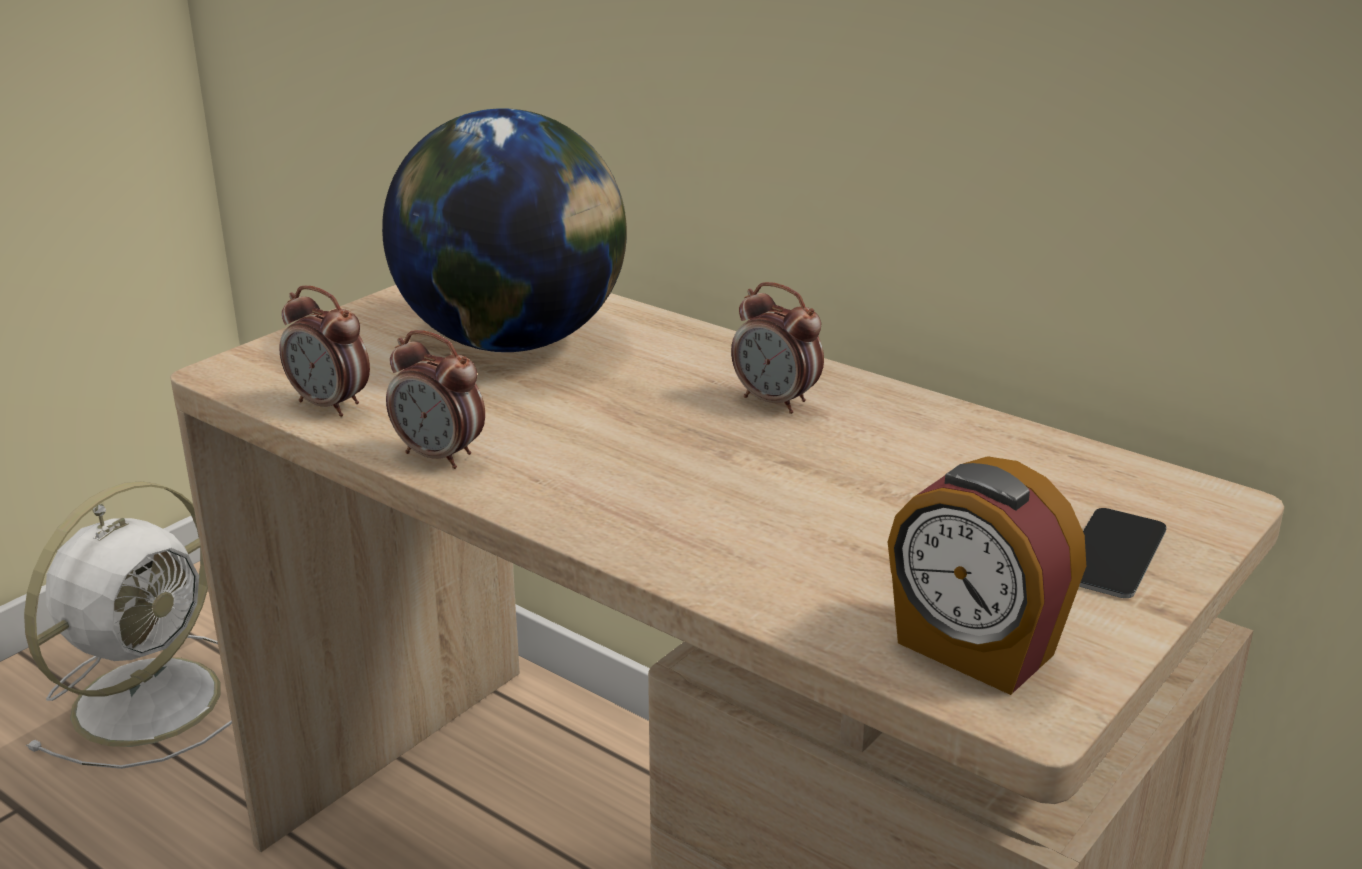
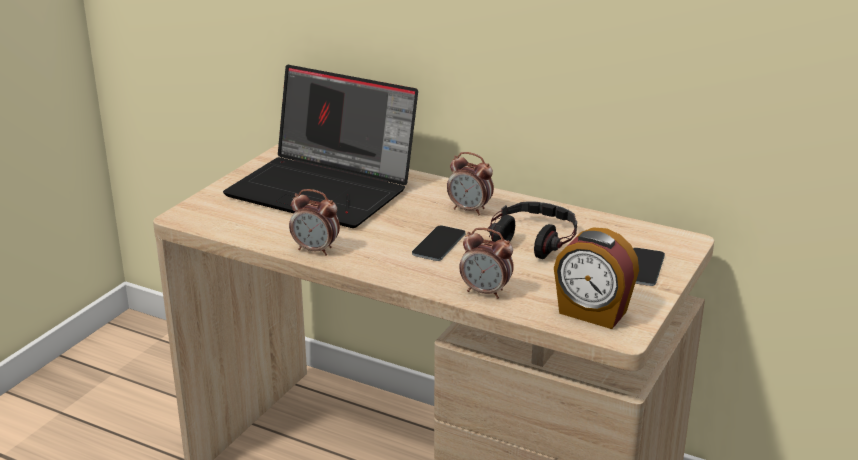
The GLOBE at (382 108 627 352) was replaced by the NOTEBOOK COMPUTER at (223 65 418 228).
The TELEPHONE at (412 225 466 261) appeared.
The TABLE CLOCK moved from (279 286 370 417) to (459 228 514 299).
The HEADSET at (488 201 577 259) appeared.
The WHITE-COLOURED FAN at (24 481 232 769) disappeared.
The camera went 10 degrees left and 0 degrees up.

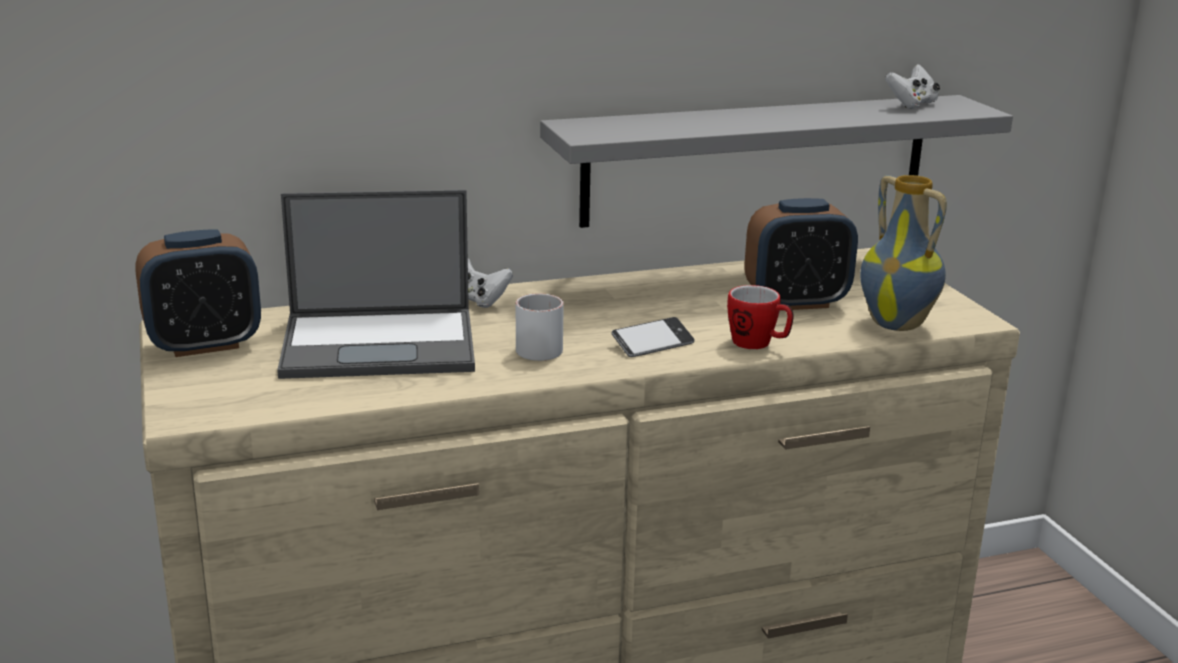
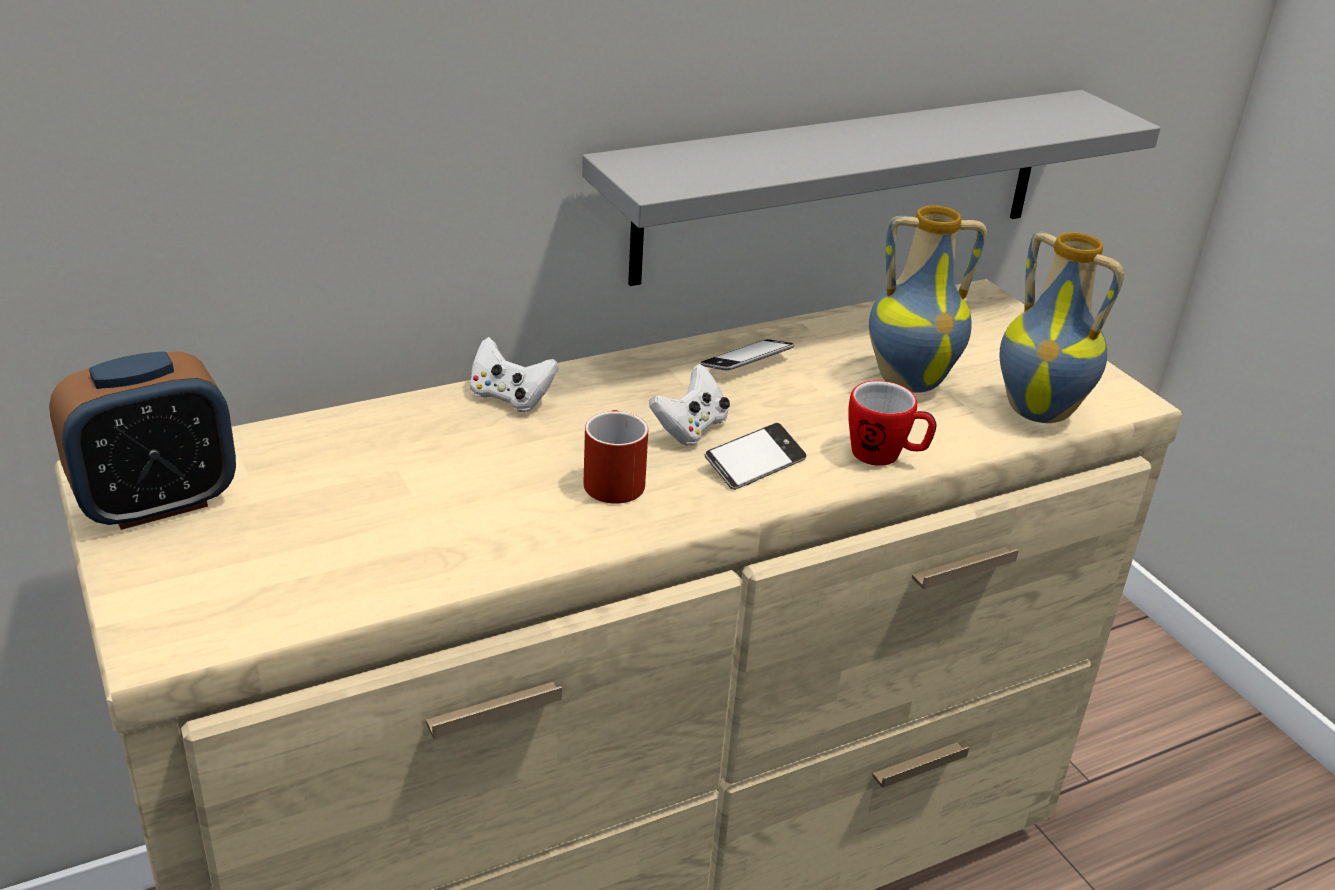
The WHITE-COLOURED COFFEE MUG at (516 293 564 361) became the REDDISH COFFEE MUG at (583 410 648 504).
The WHITE-COLOURED GAME CONTROLLER moved from (885 64 940 109) to (649 364 730 445).
The TELEPHONE at (701 339 794 371) appeared.
The TABLE CLOCK at (744 198 858 311) was replaced by the VASE at (869 205 987 393).
The NOTEBOOK COMPUTER at (277 190 475 379) disappeared.
The camera went 10 degrees left and 10 degrees up.

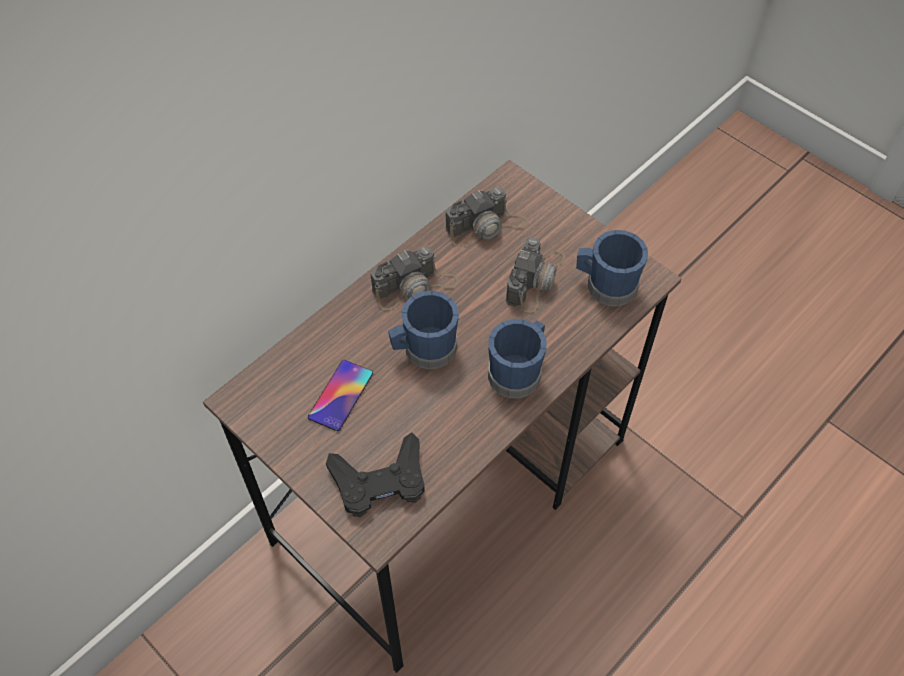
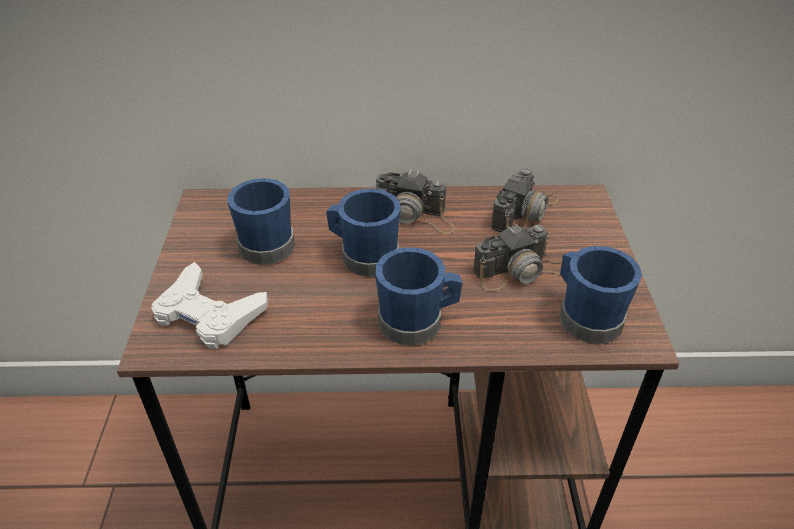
The BLACK-COLOURED GAME CONTROLLER at (326 432 425 517) became the WHITE-COLOURED GAME CONTROLLER at (151 262 268 349).
The TELEPHONE at (308 360 373 431) was replaced by the BLUE-COLOURED COFFEE MUG at (228 178 295 265).
The PHOTO CAMERA at (446 188 529 248) turned 75 degrees counterclockwise.
The camera went 45 degrees right and 15 degrees down.

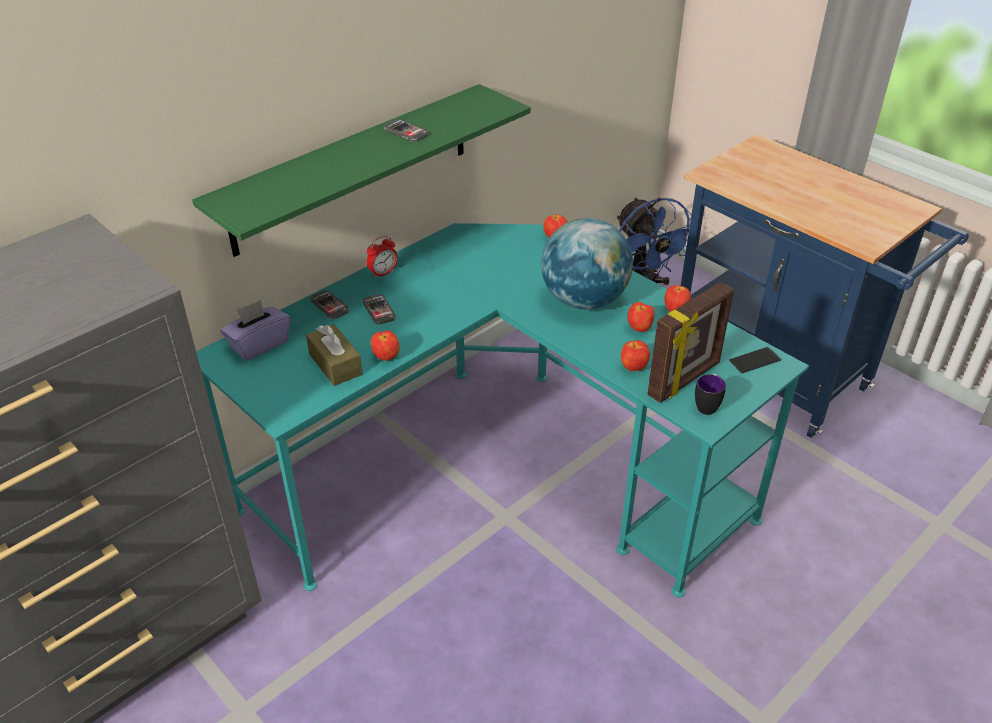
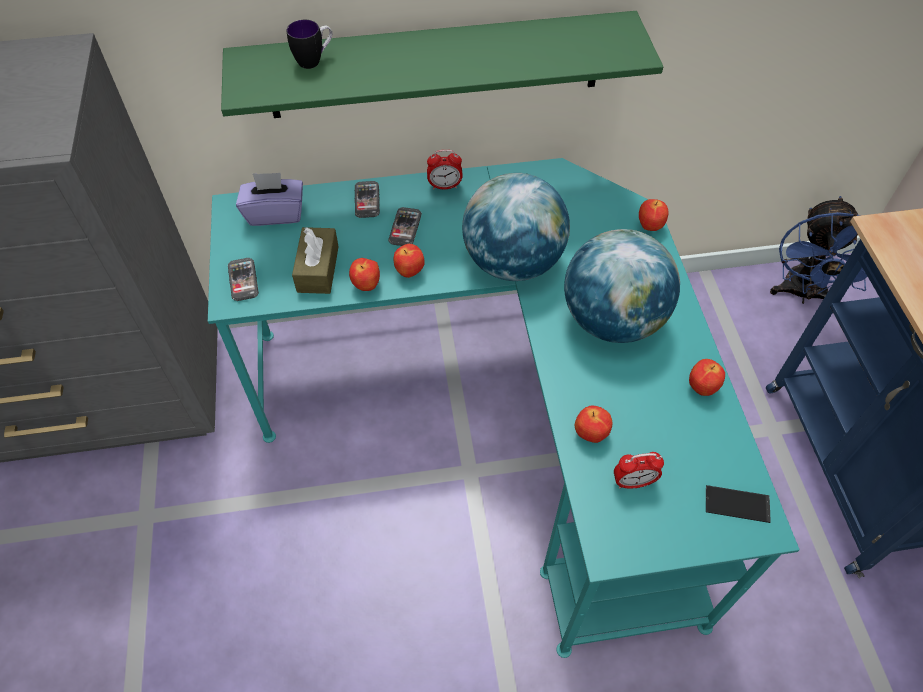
The TELEPHONE moved from (384 119 429 142) to (228 258 259 301).
The COFFEE MUG moved from (695 374 726 415) to (286 20 332 69).
The WHOLE APPLE moved from (628 302 654 332) to (393 244 424 278).
The GLOBE at (462 173 570 281) appeared.
The PICTURE FRAME at (647 282 734 403) was replaced by the TABLE CLOCK at (614 452 664 488).
The camera went 35 degrees right and 15 degrees up.

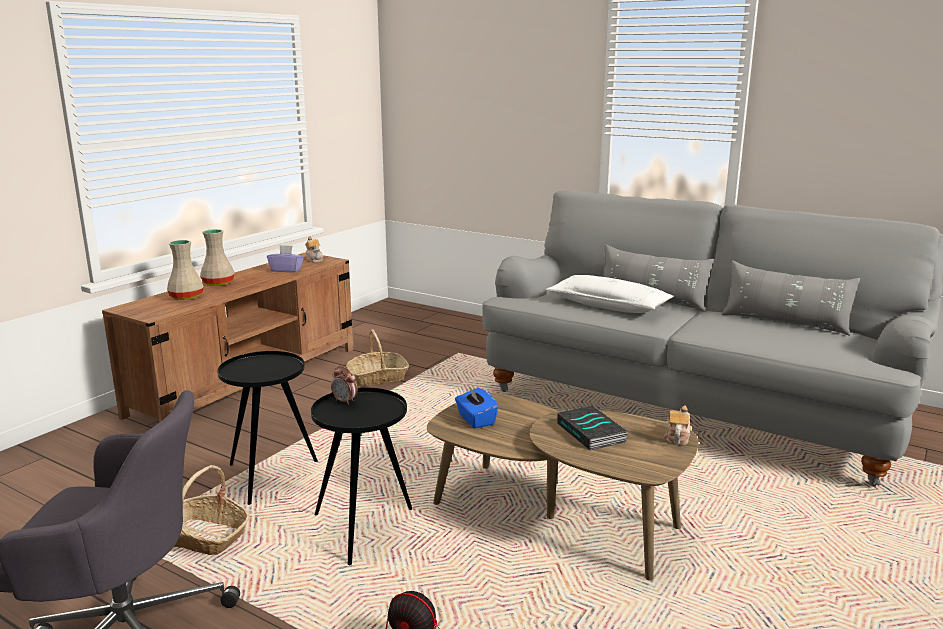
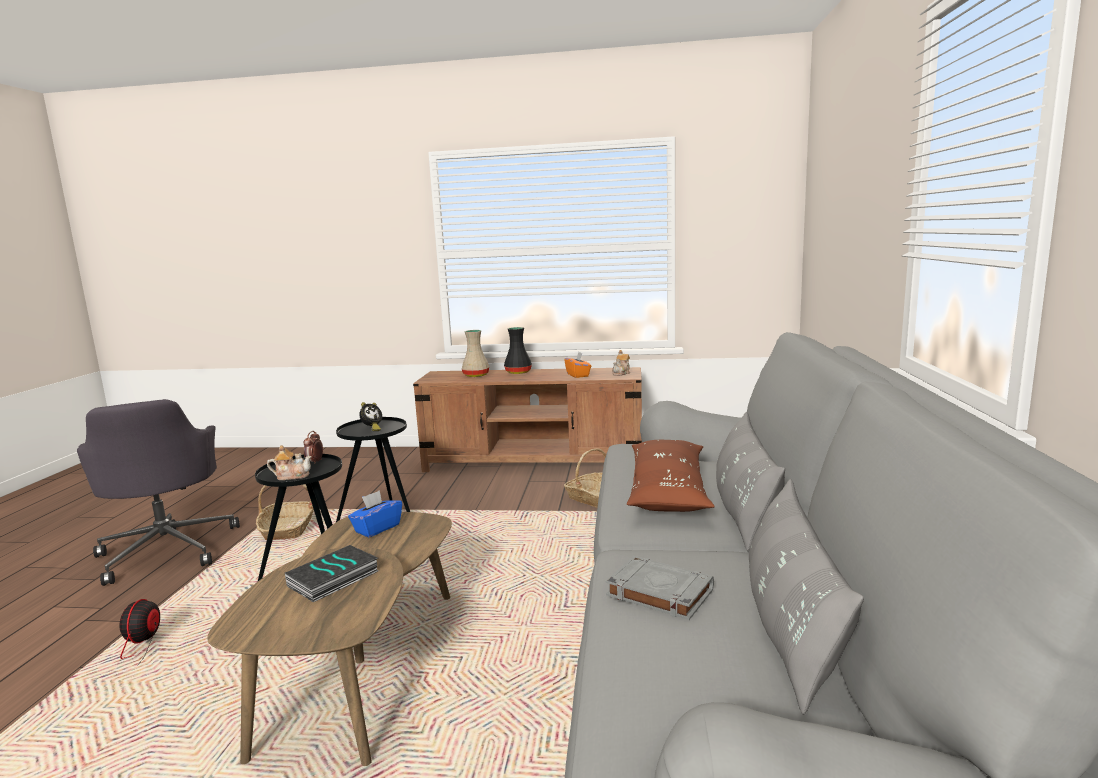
The TEA POT moved from (664 406 691 446) to (267 445 312 480).
The TABLE CLOCK at (359 402 382 431) appeared.
The SAND-COLOURED VASE at (200 229 235 286) became the BLACK-COLOURED VASE at (504 327 532 374).
The PURPLE-COLOURED BOX OF TISSUES at (267 245 304 272) became the ORANGEY BOX OF TISSUES at (564 352 591 378).
The GREYISH BOUND BOOK at (606 556 714 620) appeared.
The WHITE-COLOURED THROW PILLOW at (546 275 674 313) became the BROWN THROW PILLOW at (627 440 715 512).
The camera went 65 degrees right and 5 degrees down.

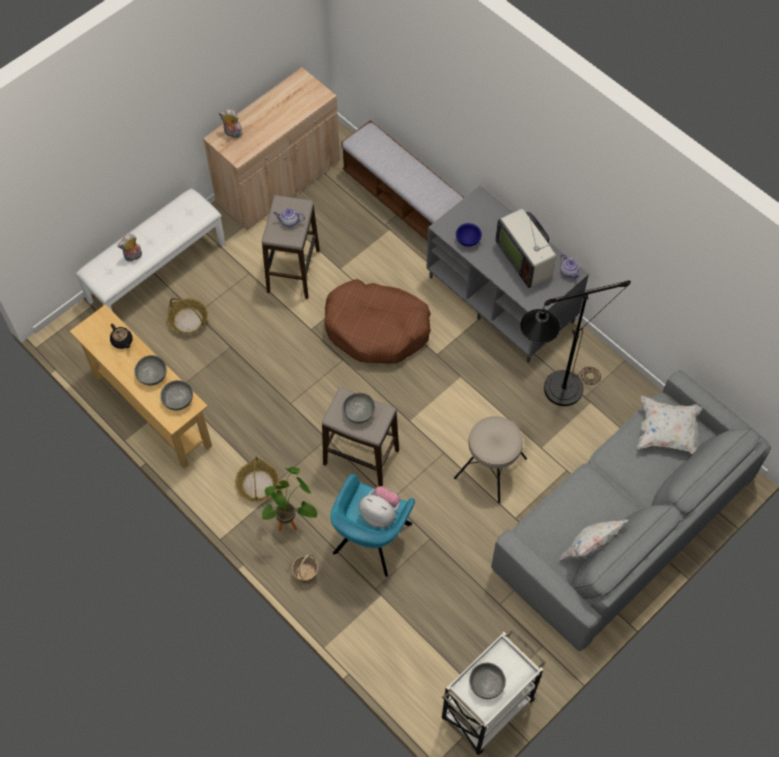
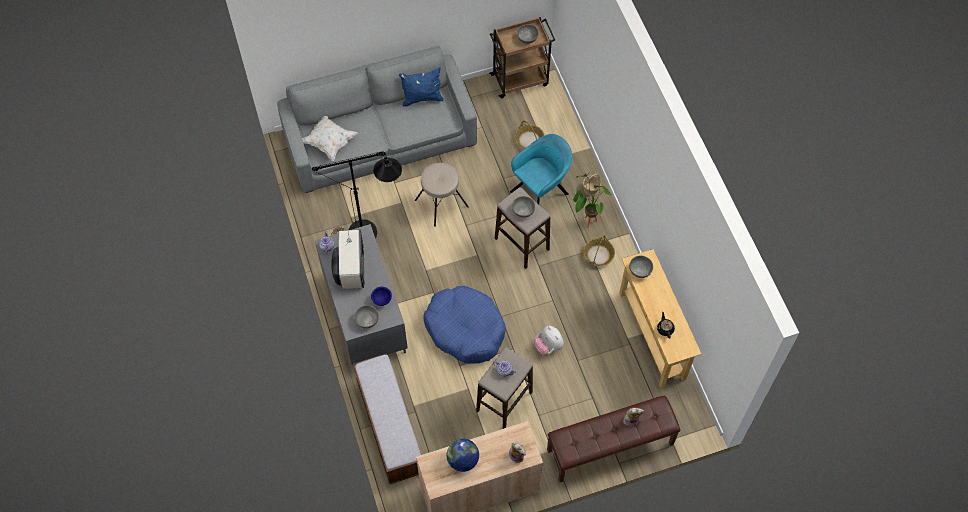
The GREYISH DEEP DISH moved from (134 355 167 386) to (354 305 379 329).
The WHITE-COLOURED THROW PILLOW at (559 520 629 562) became the BLUE-COLOURED THROW PILLOW at (399 67 444 107).
The BROWN PET BED at (324 279 431 364) became the BLUE-COLOURED PET BED at (423 286 506 364).
The GLOBE at (447 439 479 472) appeared.
The WHITE-COLOURED TROLLEY at (442 630 546 755) became the BROWN TROLLEY at (489 17 555 98).
The HOUSEHOLD BASKET moved from (167 298 208 334) to (514 121 545 149).
The CUDDLY TOY moved from (359 486 400 528) to (534 326 564 355).
The WHITE-COLOURED LONG SEAT at (76 189 225 312) became the BROWN LONG SEAT at (547 395 681 482).
The camera went 155 degrees left and 0 degrees up.

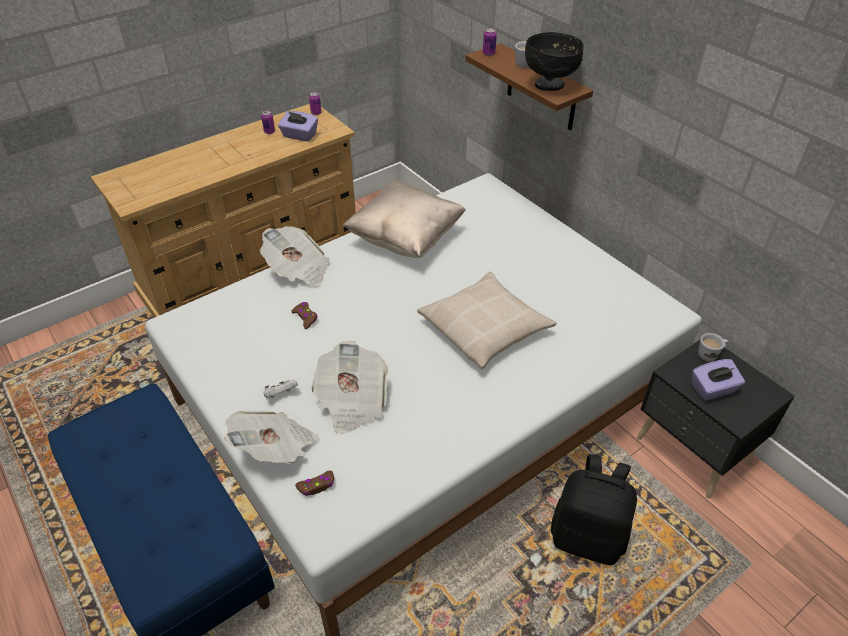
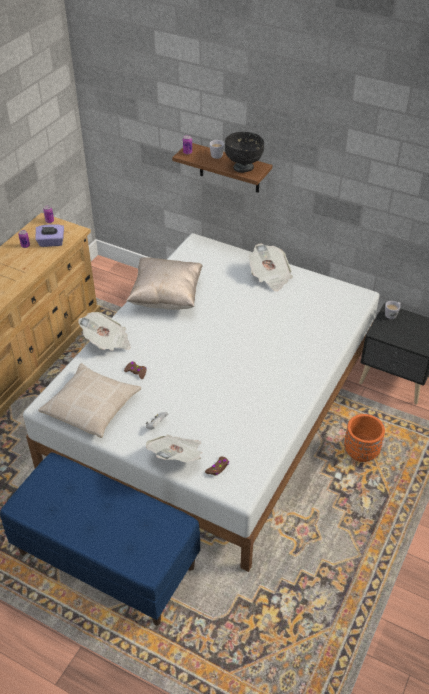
The SAND-COLOURED THROW PILLOW moved from (417 272 556 369) to (38 363 141 438).
The PRINTED PAPER moved from (311 341 388 434) to (248 243 293 291).
The BLACK-COLOURED RUCKSACK at (551 454 637 565) was replaced by the ORANGEY FLOWER POT at (344 414 385 462).
The PURPLE-COLOURED BOX OF TISSUES at (692 359 745 401) disappeared.
The camera went 25 degrees left and 0 degrees up.

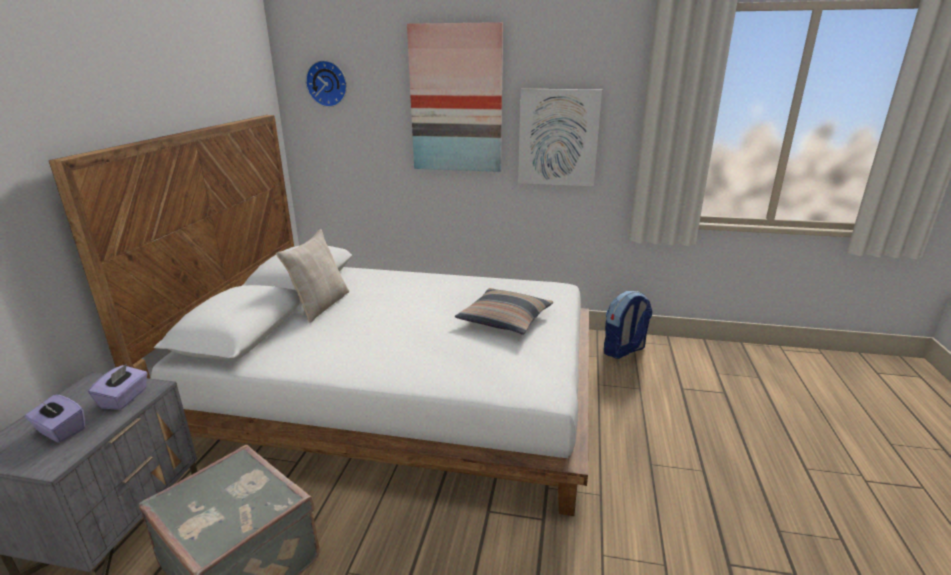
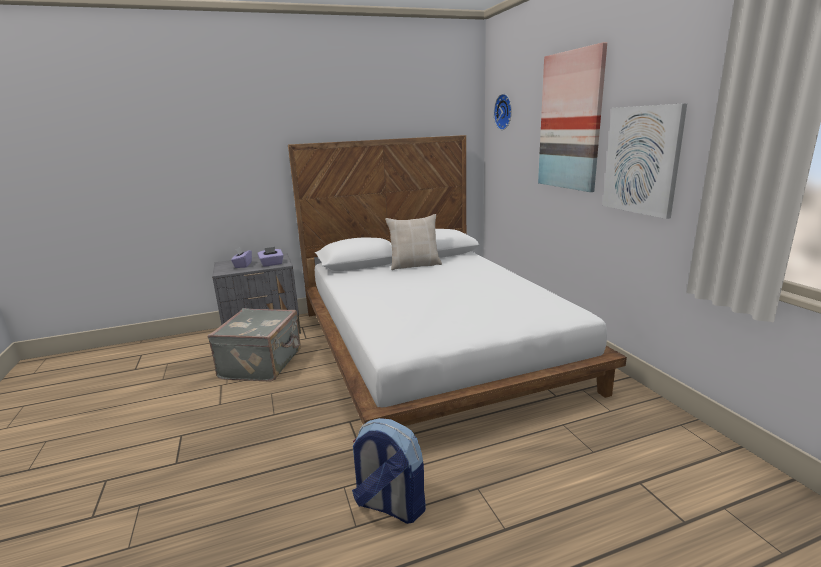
The RUCKSACK moved from (604 291 652 359) to (352 418 426 524).
The THROW PILLOW at (455 288 553 335) disappeared.
The camera went 60 degrees right and 5 degrees down.

